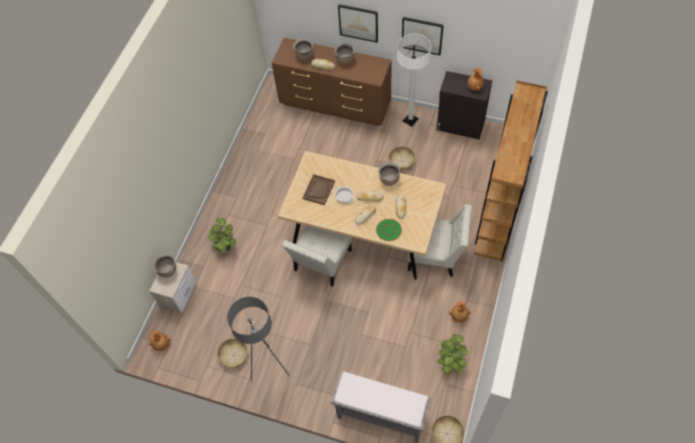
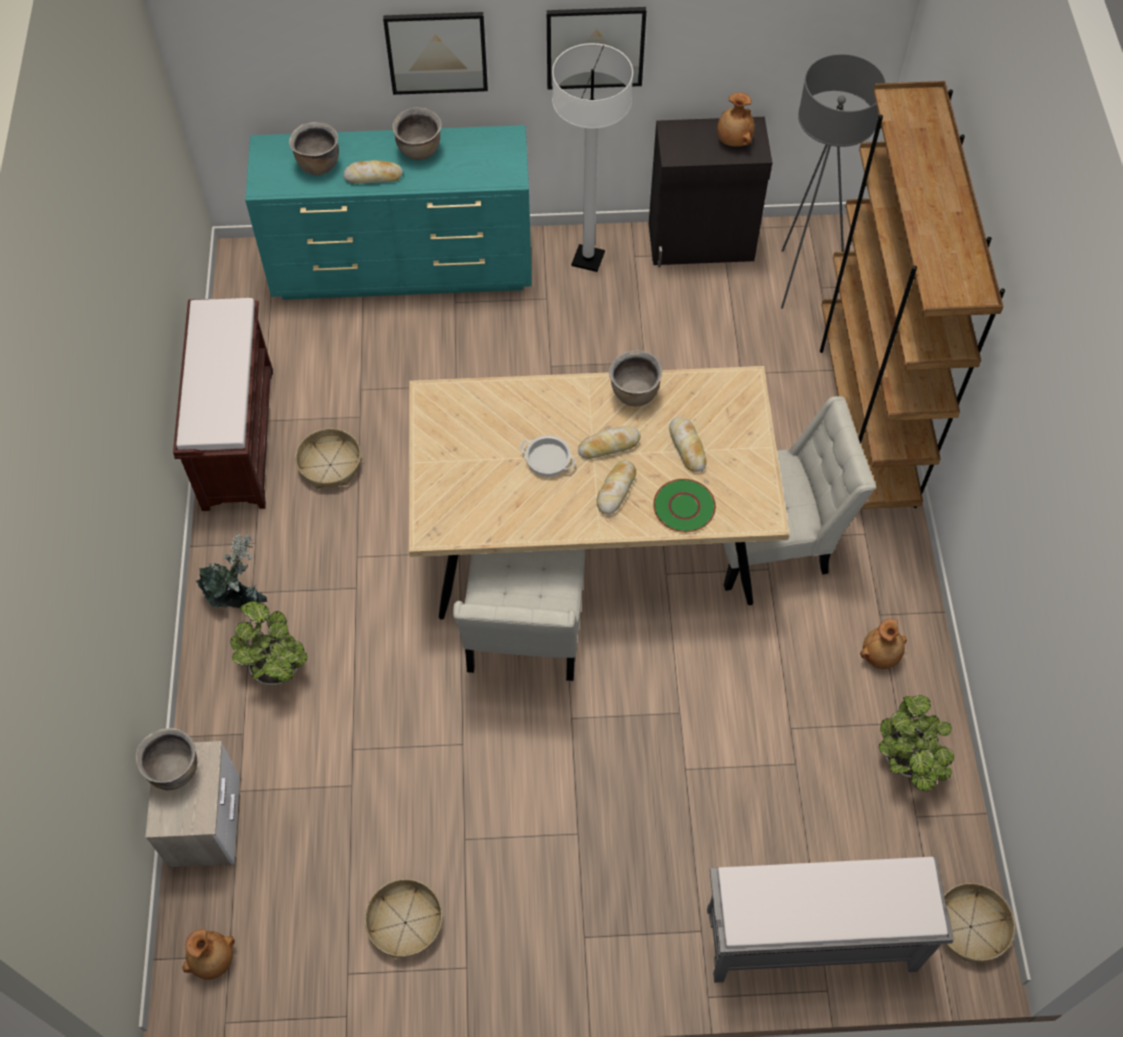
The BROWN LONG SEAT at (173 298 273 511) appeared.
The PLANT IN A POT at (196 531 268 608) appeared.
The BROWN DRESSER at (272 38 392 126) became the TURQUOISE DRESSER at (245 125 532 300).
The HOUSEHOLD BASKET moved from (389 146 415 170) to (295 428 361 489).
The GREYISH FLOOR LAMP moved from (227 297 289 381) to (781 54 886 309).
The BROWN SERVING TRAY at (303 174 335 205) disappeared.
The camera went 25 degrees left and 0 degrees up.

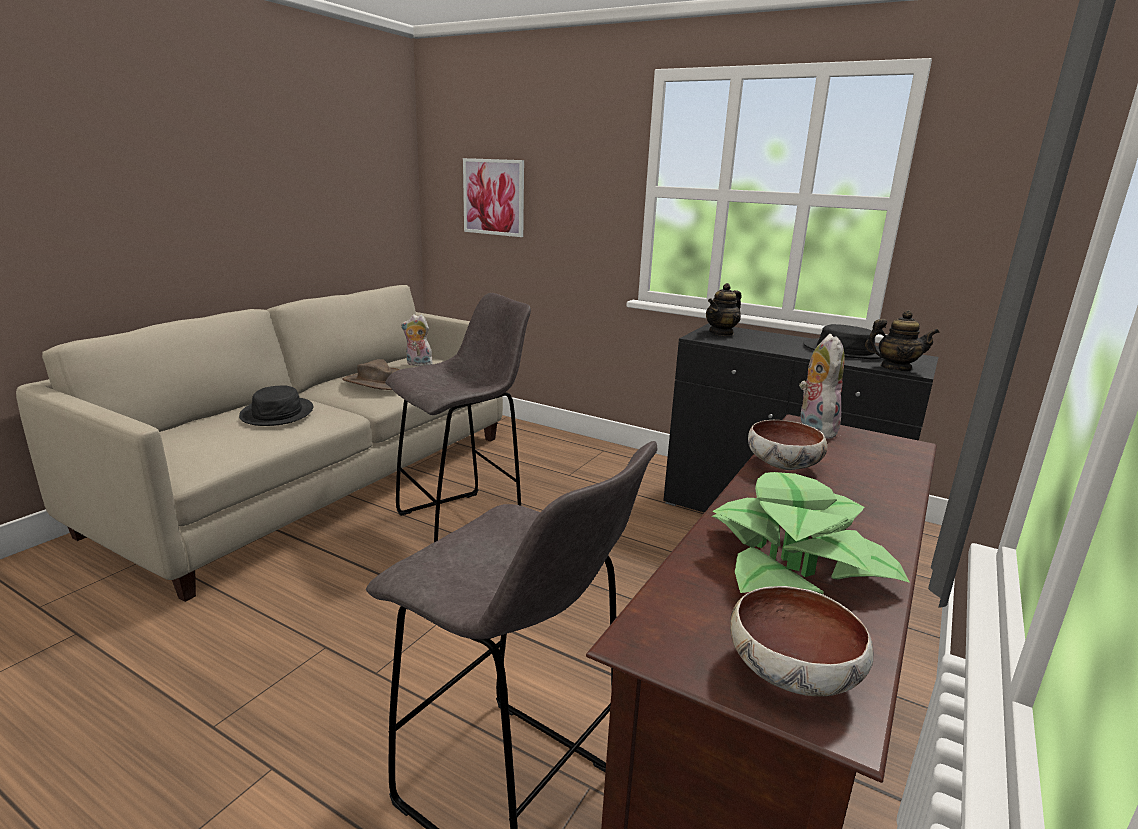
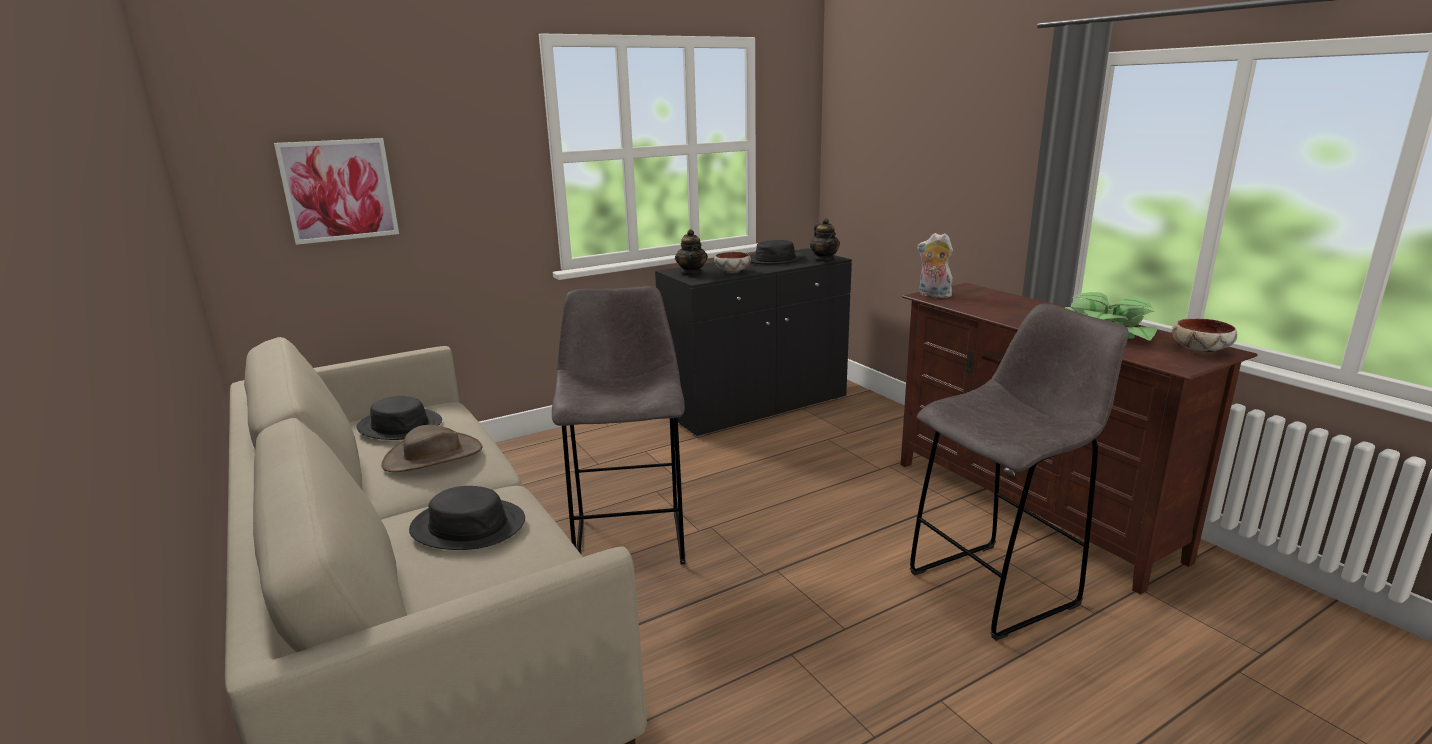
The CUDDLY TOY at (401 314 433 366) was replaced by the BLACK-COLOURED WEARABLE HAT at (356 396 442 440).
The DEEP DISH moved from (748 420 827 470) to (714 252 751 273).
The TEA POT at (865 310 940 371) turned 120 degrees clockwise.
The camera went 60 degrees left and 0 degrees up.

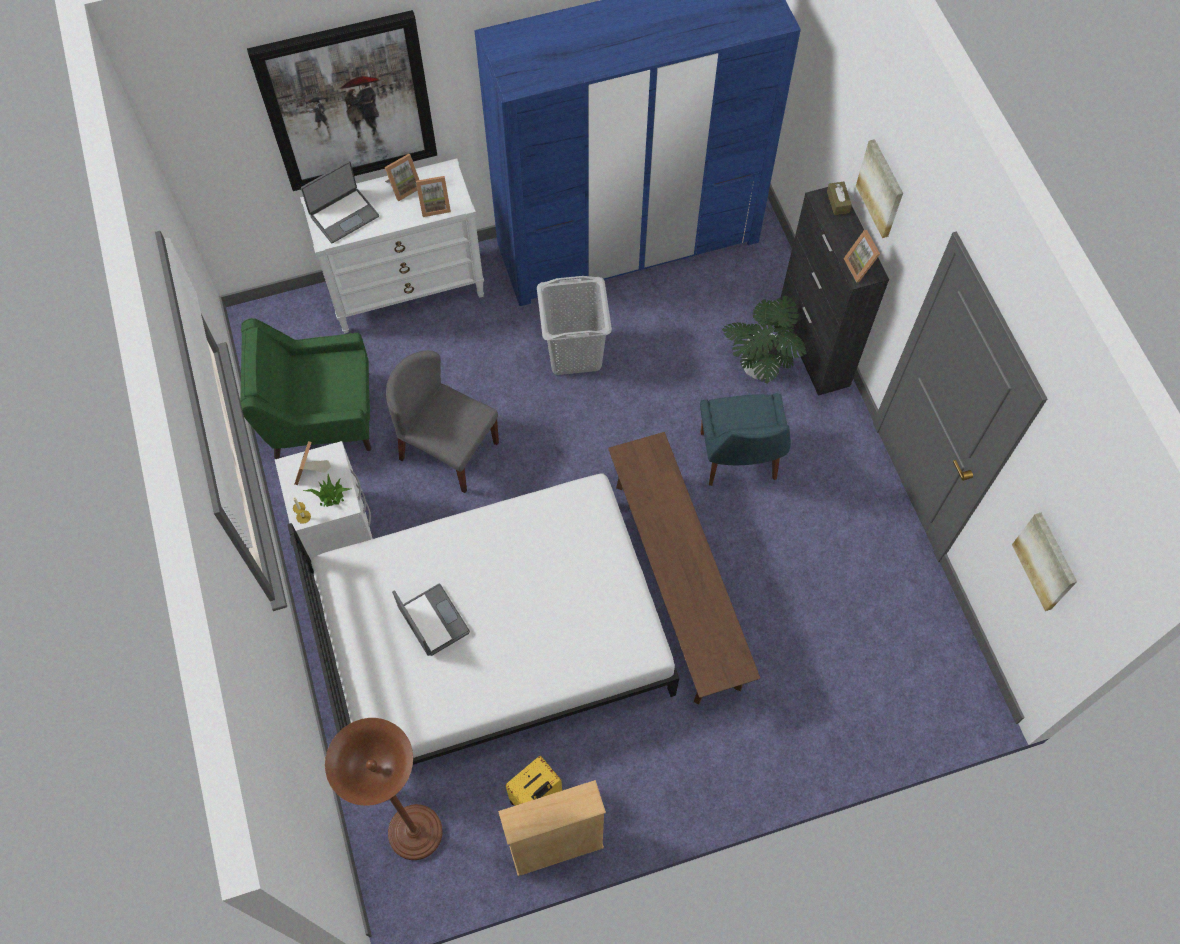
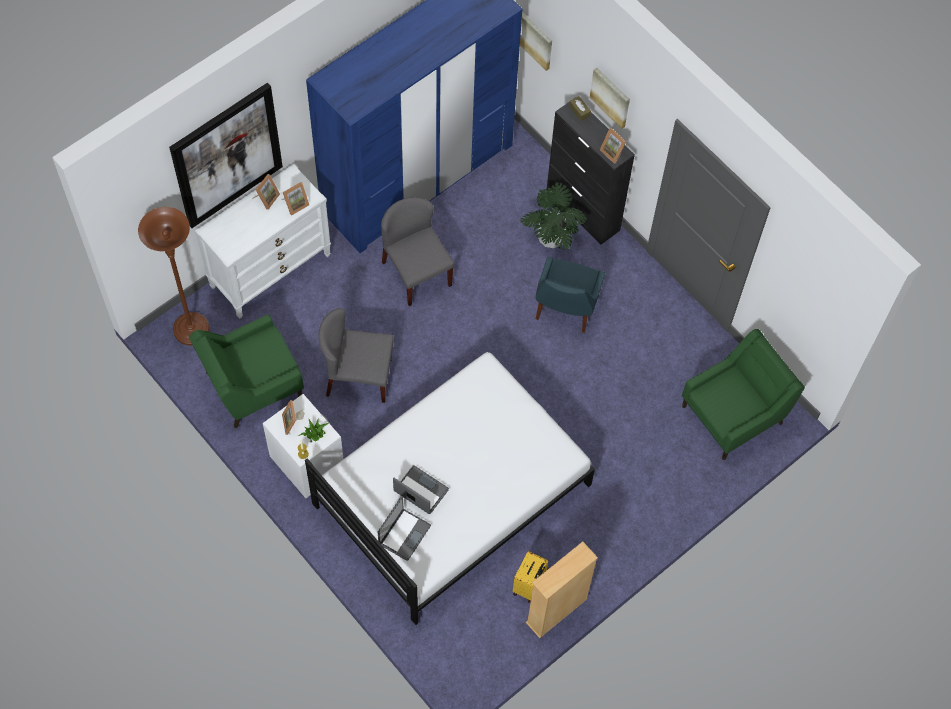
The BROWN FLOOR LAMP moved from (325 718 443 860) to (138 207 209 345).
The NOTEBOOK COMPUTER moved from (301 161 379 243) to (378 496 431 561).
The GREYISH WASHING BASKET at (537 276 612 375) was replaced by the GREYISH CHAIR at (381 197 454 306).
The WALL PICTURE moved from (1012 513 1077 611) to (520 12 552 71).
The BLUE-COLOURED CHAIR at (700 393 791 486) turned 45 degrees clockwise.
The GREENISH LOUNGE CHAIR at (682 329 805 460) appeared.
The BROWN LONG SEAT at (608 432 760 705) disappeared.
The camera went 25 degrees left and 0 degrees up.

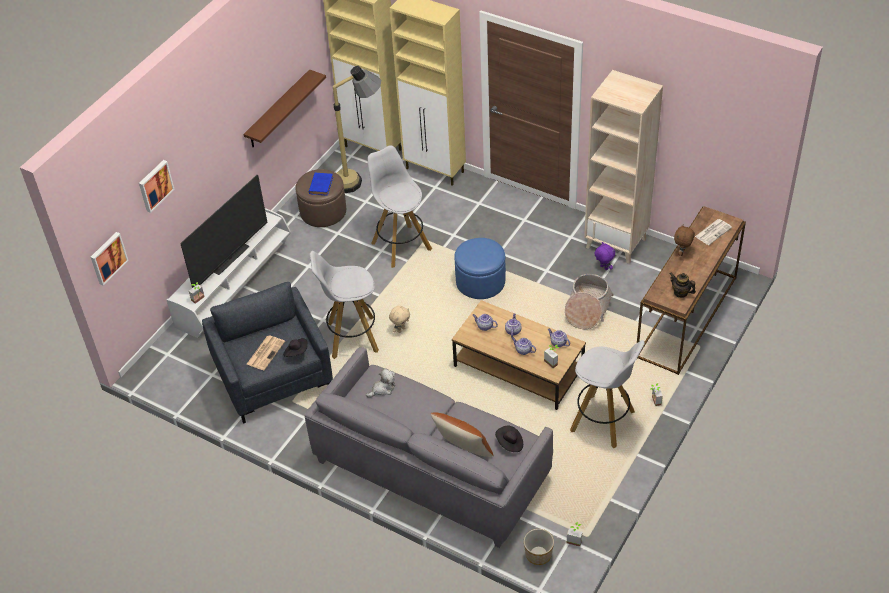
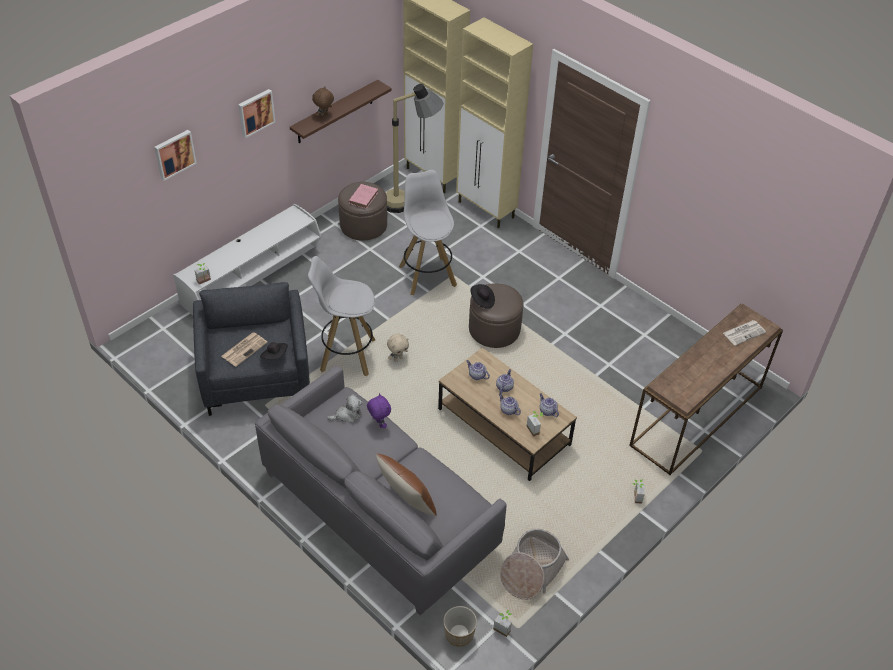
The WALL PICTURE moved from (91 232 129 286) to (238 89 275 138).
The BROWN CUDDLY TOY moved from (674 225 695 256) to (312 86 334 118).
The BLUE-COLOURED BOUND BOOK at (309 173 333 196) became the PINK BOUND BOOK at (349 184 378 209).
The PURPLE-COLOURED CUDDLY TOY moved from (594 242 615 270) to (367 393 391 428).
The BLUE-COLOURED OTTOMAN at (454 238 506 299) became the BROWN OTTOMAN at (469 284 523 348).
The BLACK-COLOURED WEARABLE HAT moved from (495 426 523 452) to (470 284 495 309).
The HOUSEHOLD BASKET moved from (565 274 614 329) to (500 529 569 600).
The TV at (181 175 267 288) disappeared.
The WHITE-COLOURED STOOL at (570 340 645 449) disappeared.
The SAND-COLOURED BOOKSHELF at (584 70 663 264) disappeared.
The TEA POT at (670 273 696 298) disappeared.
The camera went 10 degrees right and 0 degrees up.

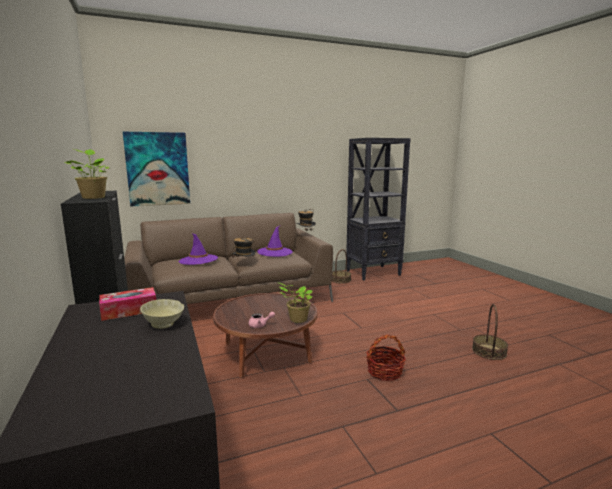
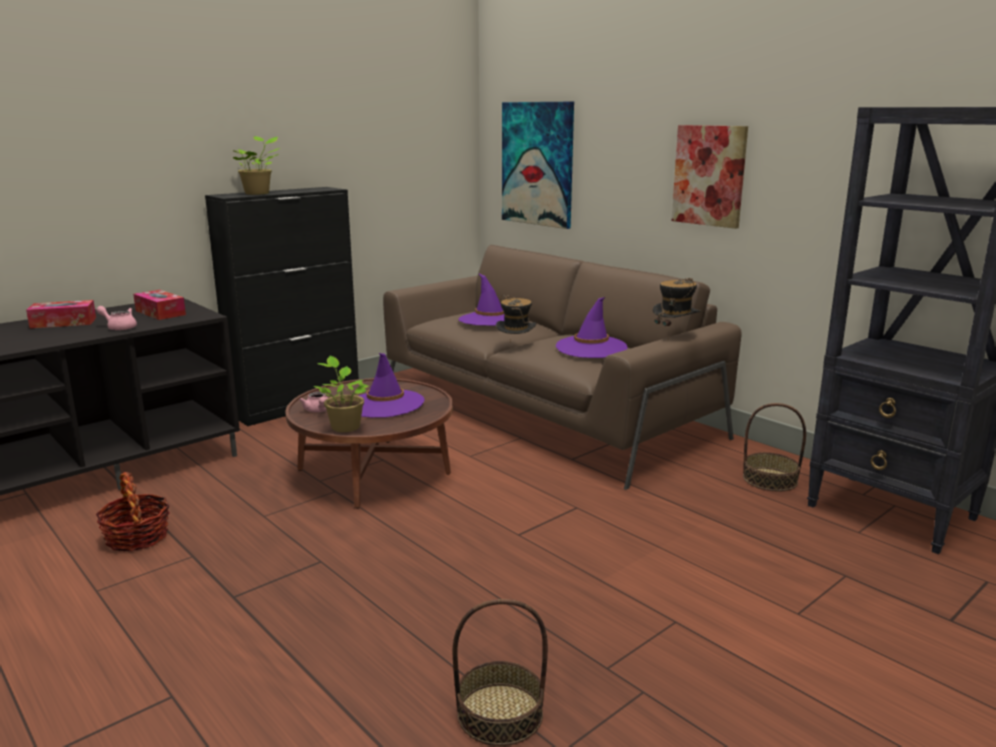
The BOX OF TISSUES at (26 300 96 329) appeared.
The SAND-COLOURED DEEP DISH at (140 299 184 329) was replaced by the PINK TEA POT at (96 306 137 331).
The HOUSEHOLD BASKET moved from (366 335 406 381) to (96 472 169 552).
The PURPLE-COLOURED WEARABLE HAT at (359 353 425 418) appeared.
The WALL PICTURE at (672 125 748 229) appeared.
The camera went 70 degrees right and 5 degrees up.

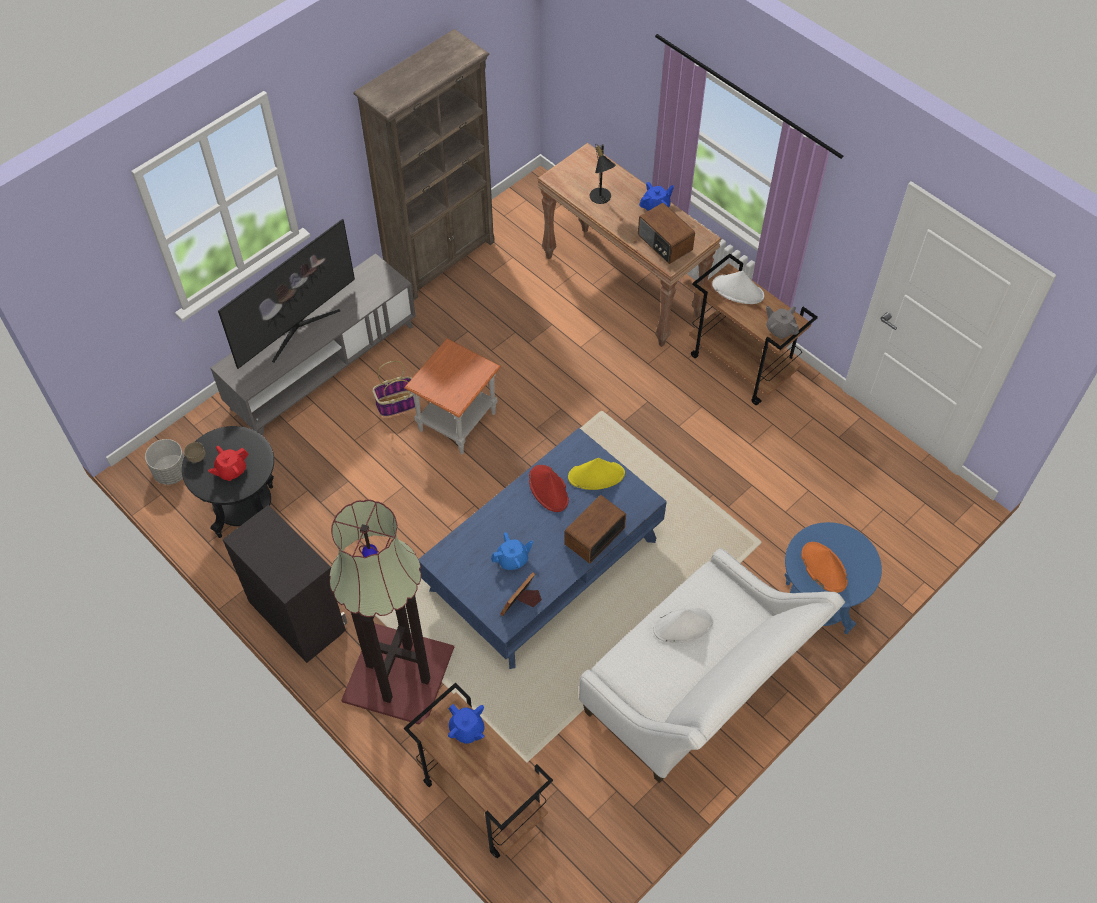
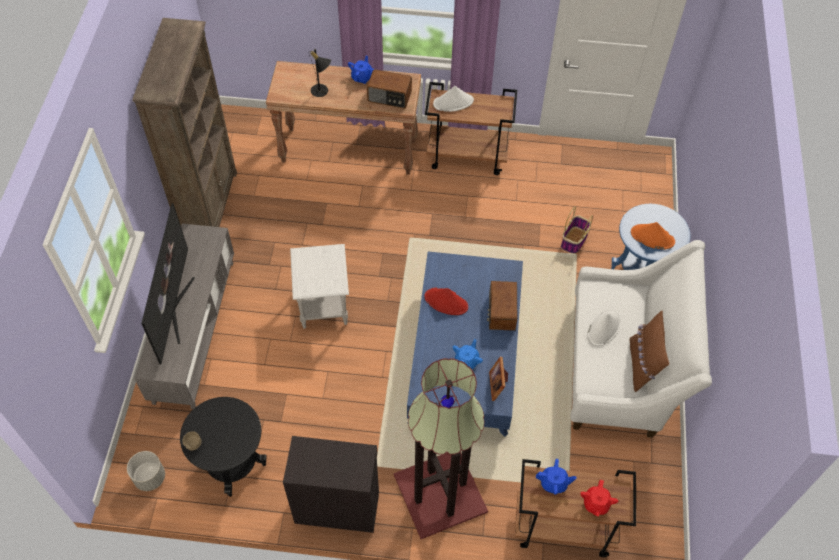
The ORANGEY END TABLE at (404 338 501 454) became the WHITE-COLOURED END TABLE at (290 244 349 329).
The HOUSEHOLD BASKET moved from (372 361 415 417) to (561 207 593 254).
The REDDISH TEA POT moved from (208 446 249 481) to (580 480 618 516).
The BROWN THROW PILLOW at (629 311 669 392) appeared.
The YELLOWISH WEARABLE HAT at (568 458 625 490) disappeared.
The GREYISH TEA POT at (766 306 799 339) disappeared.
The camera went 40 degrees left and 0 degrees up.

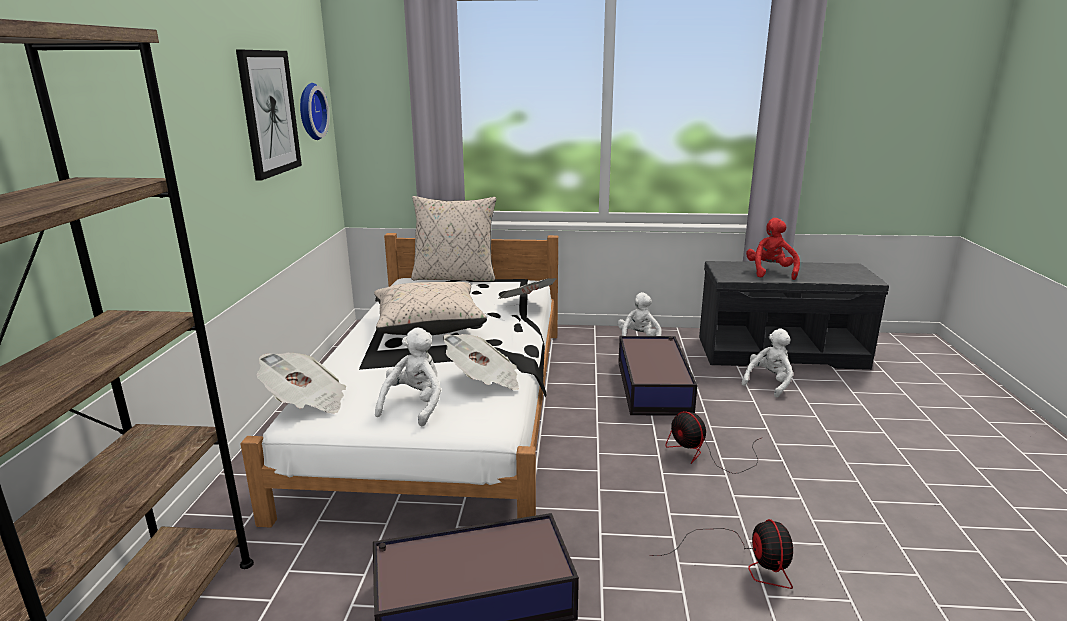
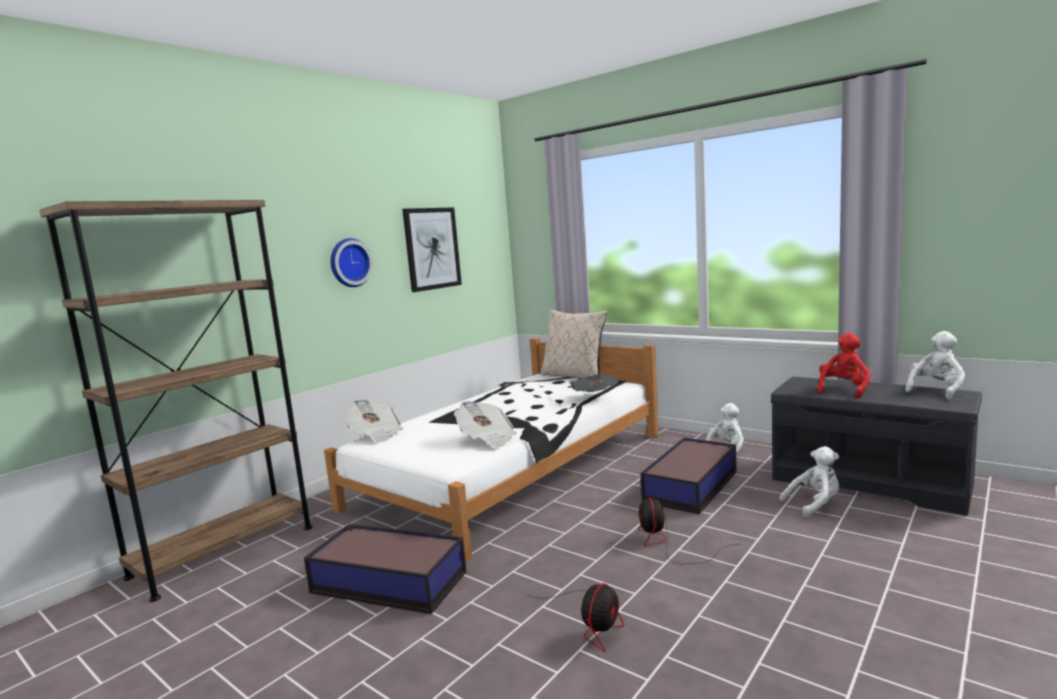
The WALL CLOCK moved from (300 83 329 140) to (330 238 373 287).
The WHITE-COLOURED CUDDLY TOY moved from (375 327 441 427) to (905 331 965 400).
The SAND-COLOURED THROW PILLOW at (374 282 487 335) disappeared.
The camera went 35 degrees right and 10 degrees down.

